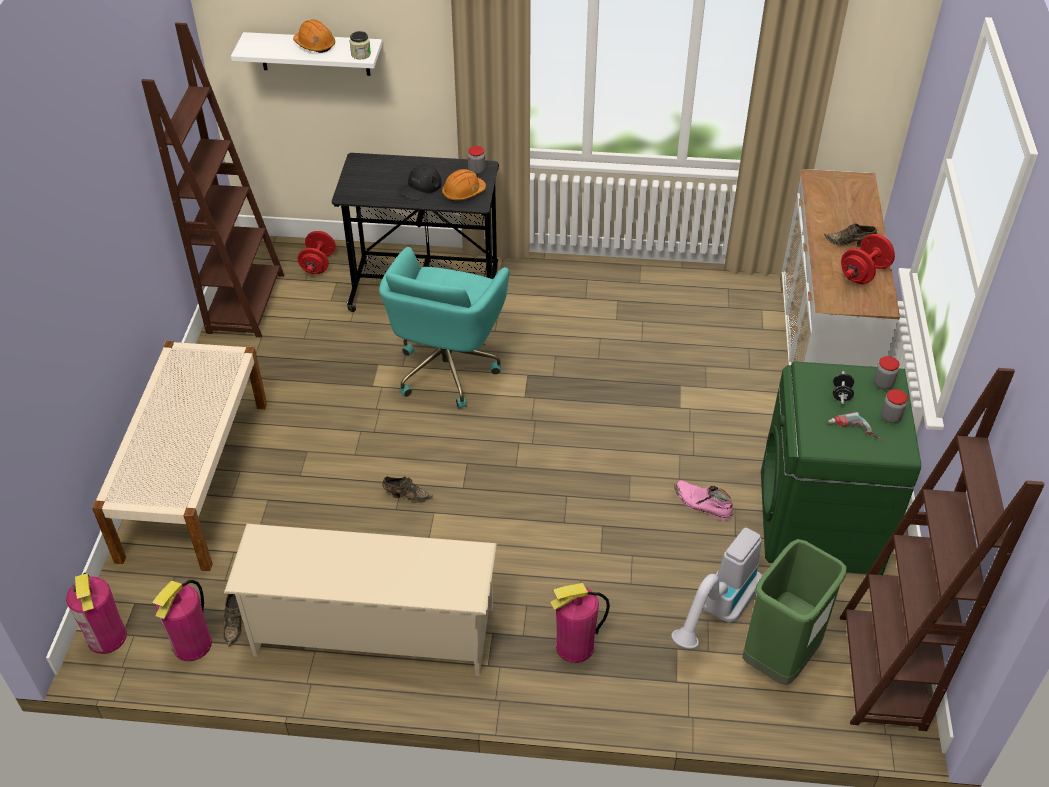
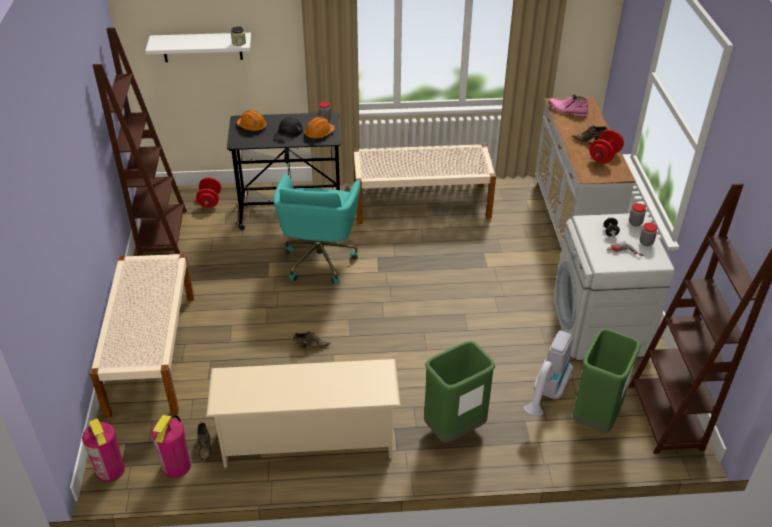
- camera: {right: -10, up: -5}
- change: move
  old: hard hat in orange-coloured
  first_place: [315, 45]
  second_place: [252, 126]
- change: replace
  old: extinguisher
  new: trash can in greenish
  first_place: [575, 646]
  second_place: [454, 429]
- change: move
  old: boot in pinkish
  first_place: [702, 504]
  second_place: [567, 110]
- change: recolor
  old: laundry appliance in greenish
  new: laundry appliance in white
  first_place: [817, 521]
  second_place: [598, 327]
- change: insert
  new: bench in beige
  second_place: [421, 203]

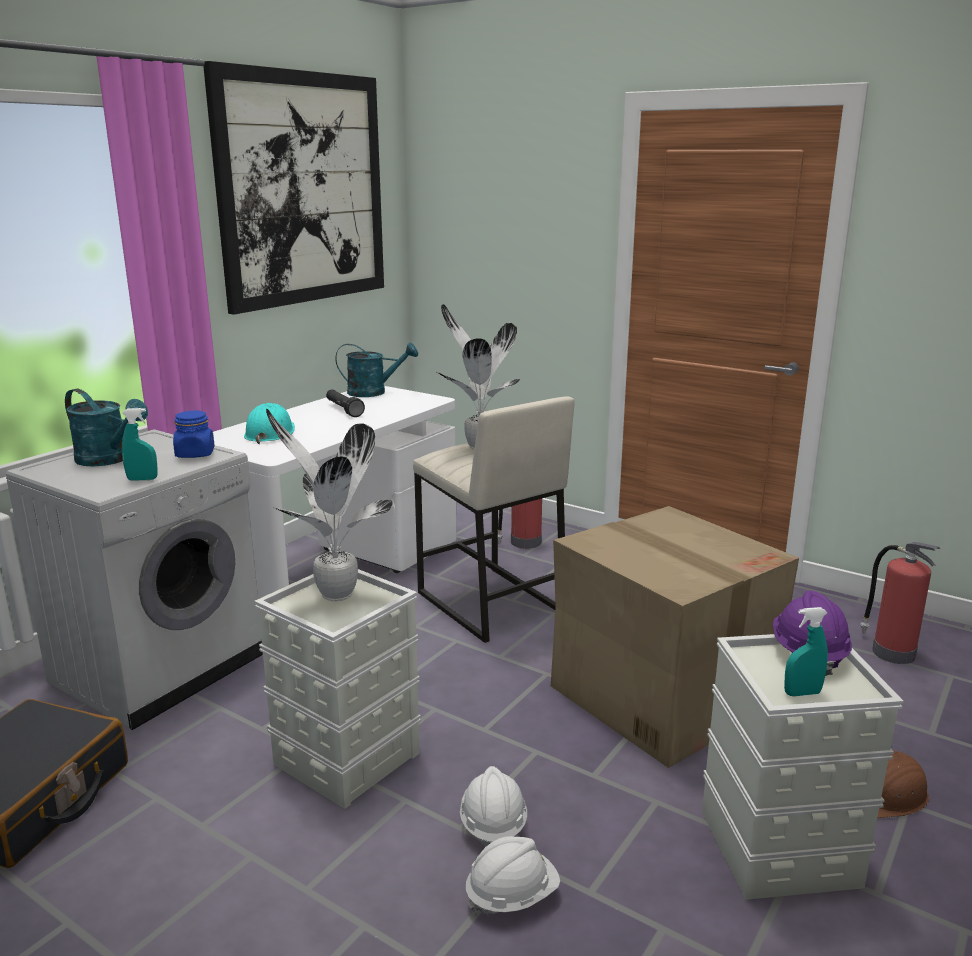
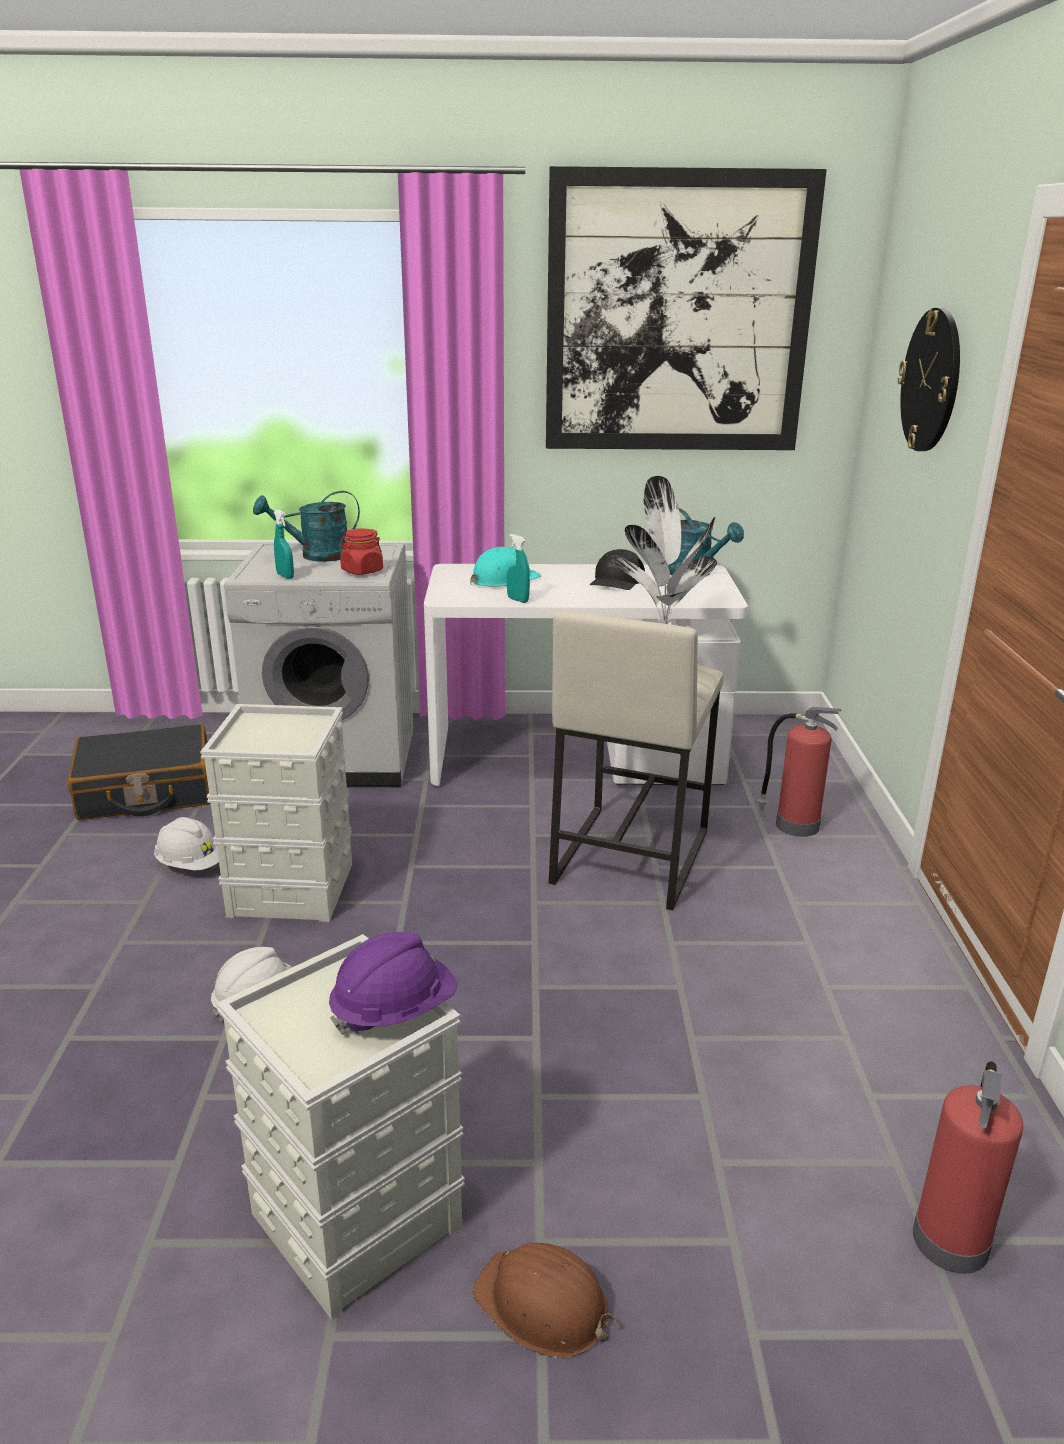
- camera: {right: 55, up: 5}
- change: rotate
  old: sprinkling can in blue-green
  first_place: [109, 460]
  second_place: [316, 556]
  degrees: 75
- change: recolor
  old: preserve jar in blue-coloured
  new: preserve jar in red-coloured
  first_place: [195, 454]
  second_place: [362, 571]
- change: delete
  old: plant in a pot
  first_place: [333, 594]
- change: replace
  old: torch in black
  new: baseball cap in black
  first_place: [343, 410]
  second_place: [617, 581]
- change: move
  old: hard hat in white
  first_place: [512, 895]
  second_place: [191, 865]
- change: delete
  old: cardboard box
  first_place: [661, 694]
- change: move
  old: sprayer in blue-green
  first_place: [802, 693]
  second_place: [518, 600]
- change: insert
  new: hanging clock
  second_place: [931, 381]

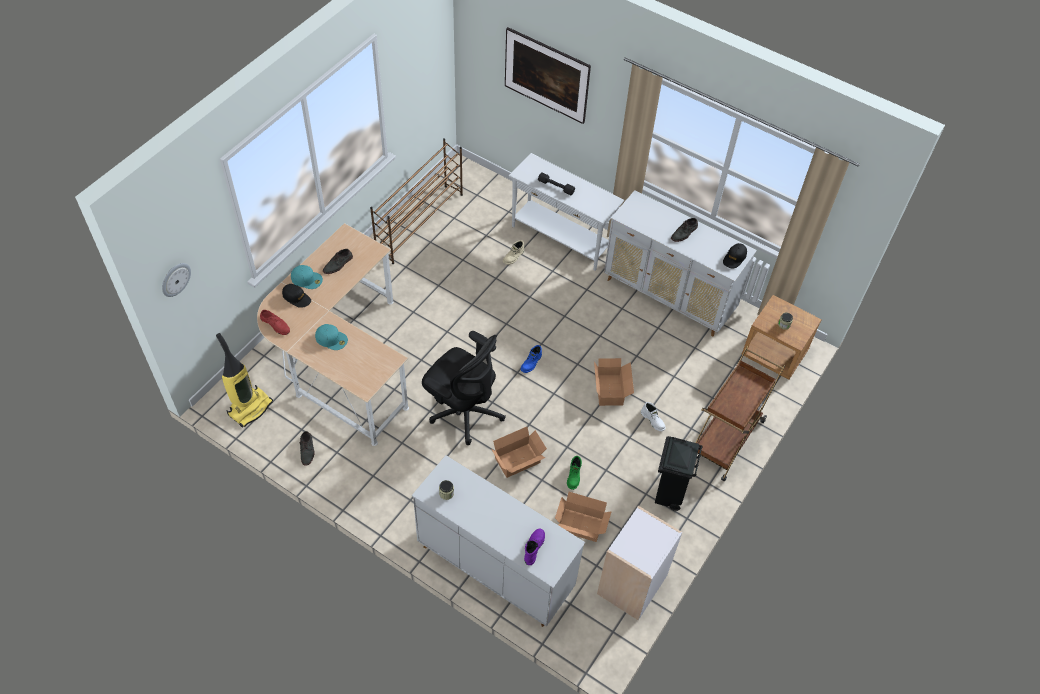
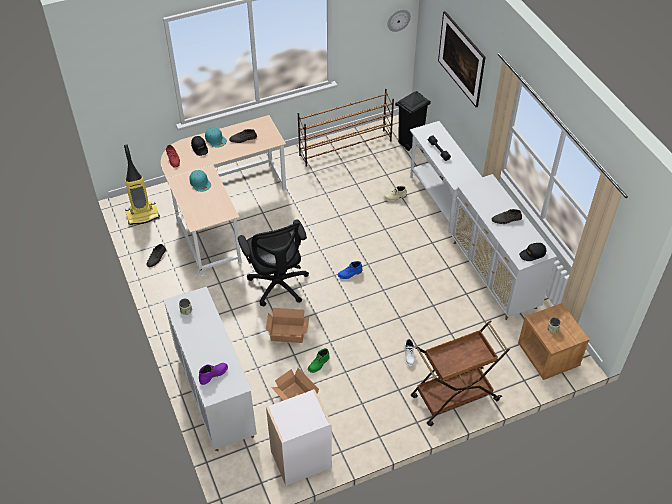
- camera: {right: 35, up: -5}
- change: move
  old: hanging clock
  first_place: [175, 279]
  second_place: [398, 20]
- change: delete
  old: cardboard box
  first_place: [611, 389]
- change: move
  old: trash can in black
  first_place: [668, 496]
  second_place: [409, 143]

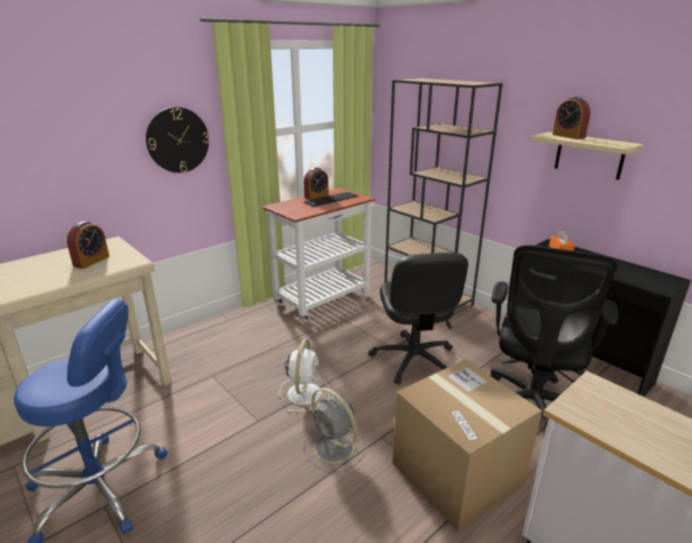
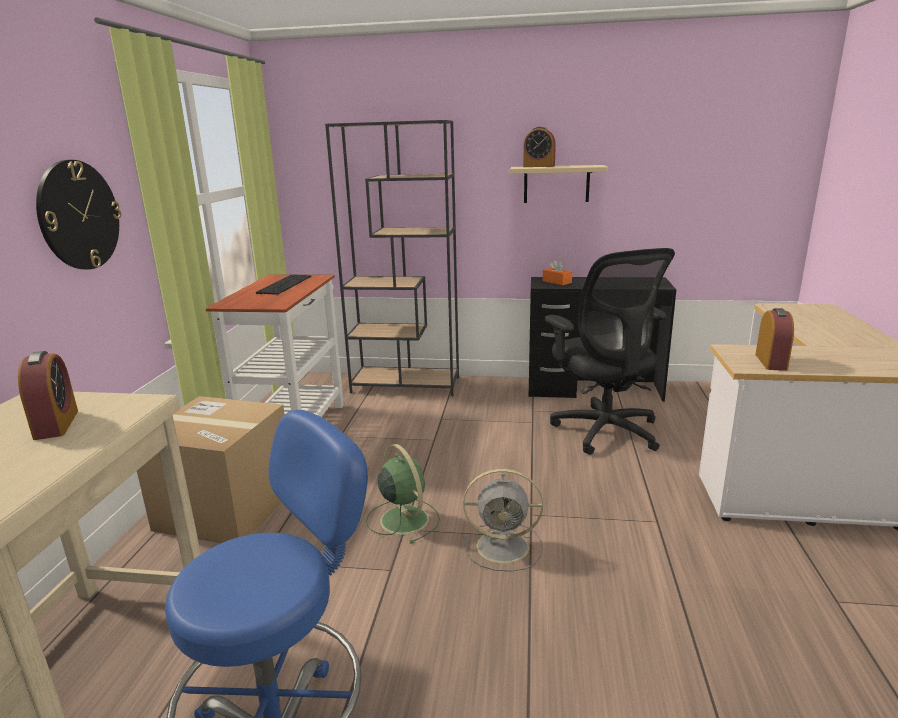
- camera: {right: -40, up: -5}
- change: recolor
  old: fan in white
  new: fan in greenish
  first_place: [304, 393]
  second_place: [403, 518]
- change: move
  old: bedside clock
  first_place: [316, 196]
  second_place: [771, 362]
- change: delete
  old: office chair in black
  first_place: [413, 359]
- change: move
  old: cardboard box
  first_place: [457, 473]
  second_place: [226, 509]

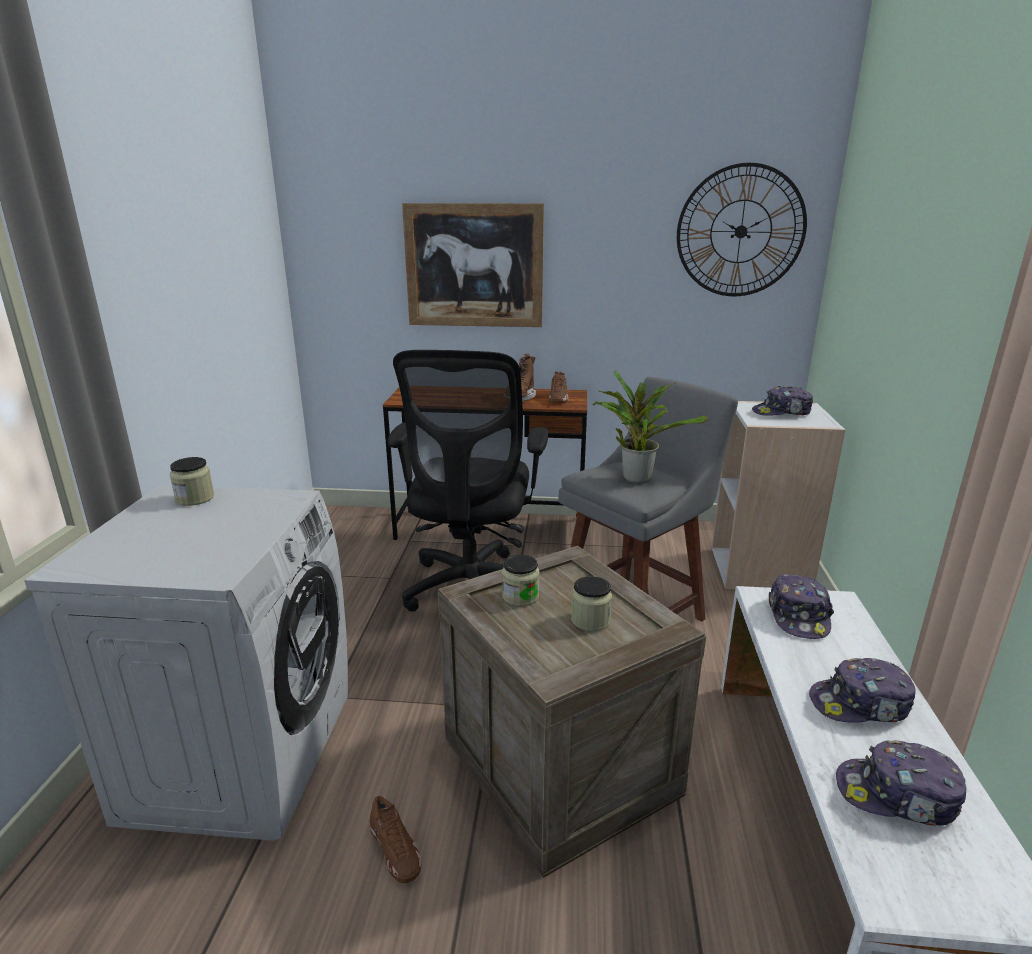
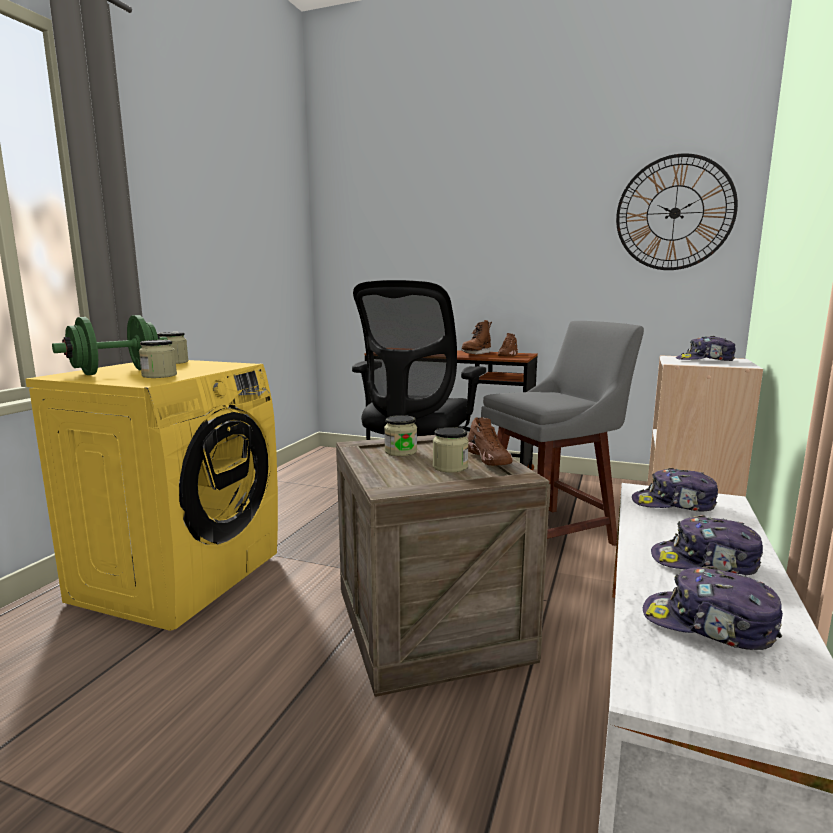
- camera: {right: 15, up: -10}
- change: recolor
  old: laundry appliance in white
  new: laundry appliance in yellowish
  first_place: [243, 758]
  second_place: [180, 580]
- change: move
  old: low shoe in brownish
  first_place: [396, 850]
  second_place: [489, 458]
- change: delete
  old: wall art
  first_place: [474, 266]
- change: delete
  old: plant in a pot
  first_place: [635, 477]
- change: rotate
  old: baseball cap
  first_place: [798, 616]
  second_place: [674, 504]
  degrees: 75
- change: insert
  new: dumbbell in greenish
  second_place: [116, 372]
- change: insert
  new: preserve jar
  second_place: [159, 375]

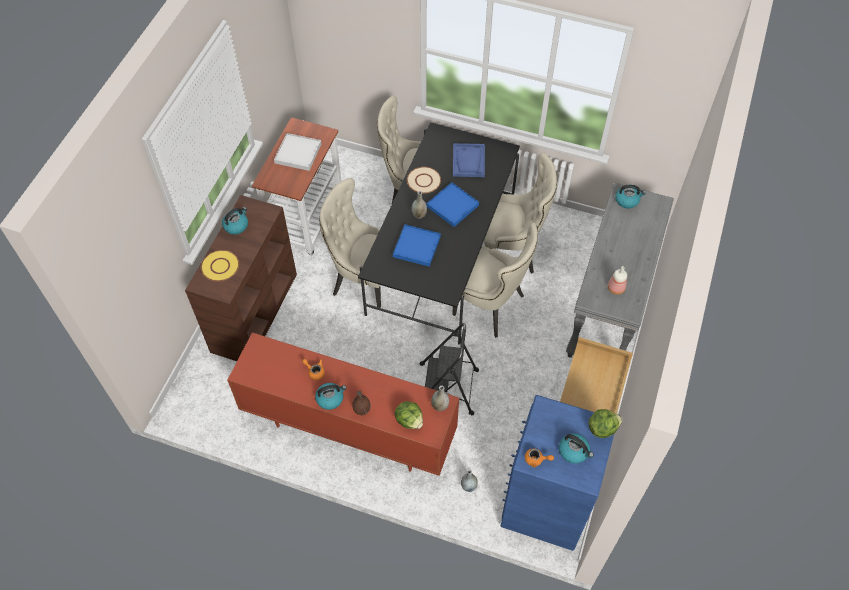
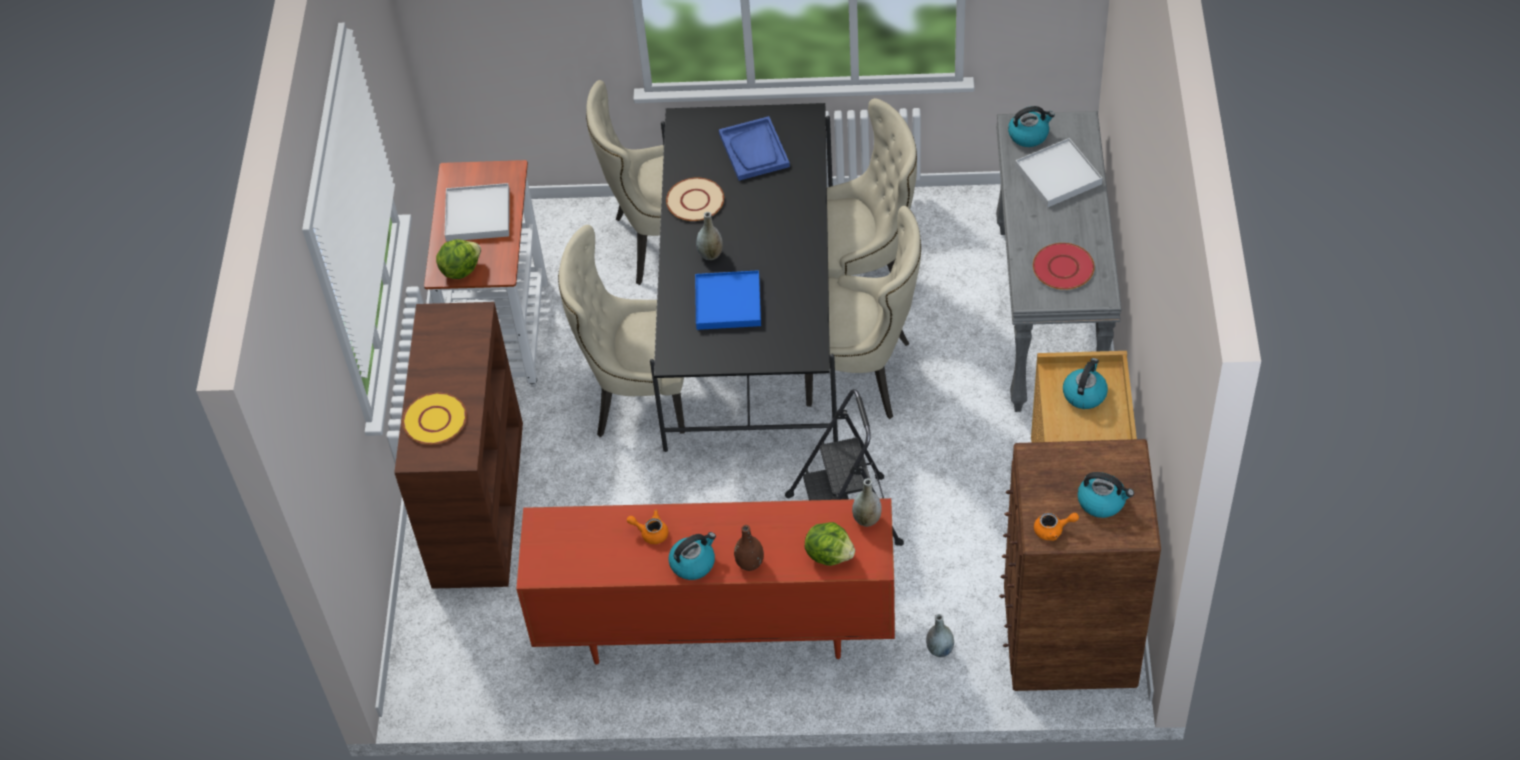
- camera: {right: -15, up: -5}
- change: move
  old: tea kettle
  first_place: [236, 225]
  second_place: [1084, 394]
- change: delete
  old: serving tray in blue-coloured
  first_place: [452, 206]
- change: recolor
  old: dresser in blue-coloured
  new: dresser in brownish
  first_place: [545, 504]
  second_place: [1069, 636]
- change: move
  old: head of lettuce
  first_place: [602, 428]
  second_place: [460, 269]
- change: replace
  old: drink bottle
  new: plate in red-coloured
  first_place: [615, 288]
  second_place: [1062, 268]
- change: insert
  new: serving tray in white
  second_place: [1058, 175]

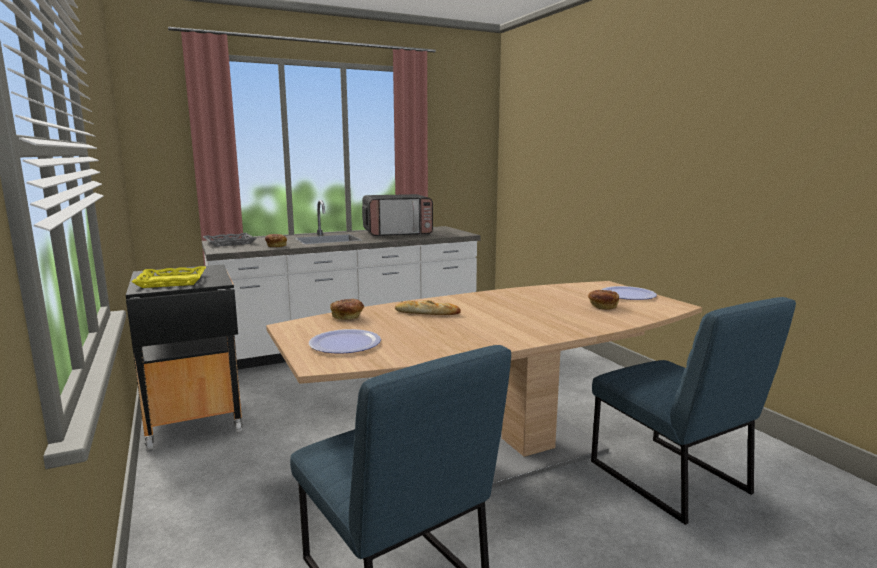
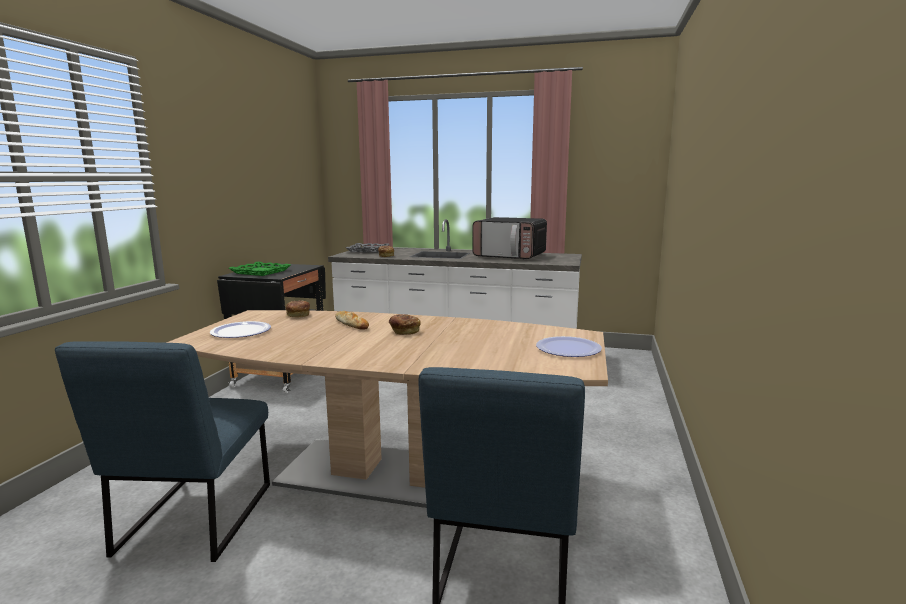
- camera: {right: 40, up: 0}
- change: recolor
  old: serving tray in yellowish
  new: serving tray in greenish
  first_place: [171, 281]
  second_place: [260, 272]
- change: move
  old: baked bread
  first_place: [603, 306]
  second_place: [404, 331]

